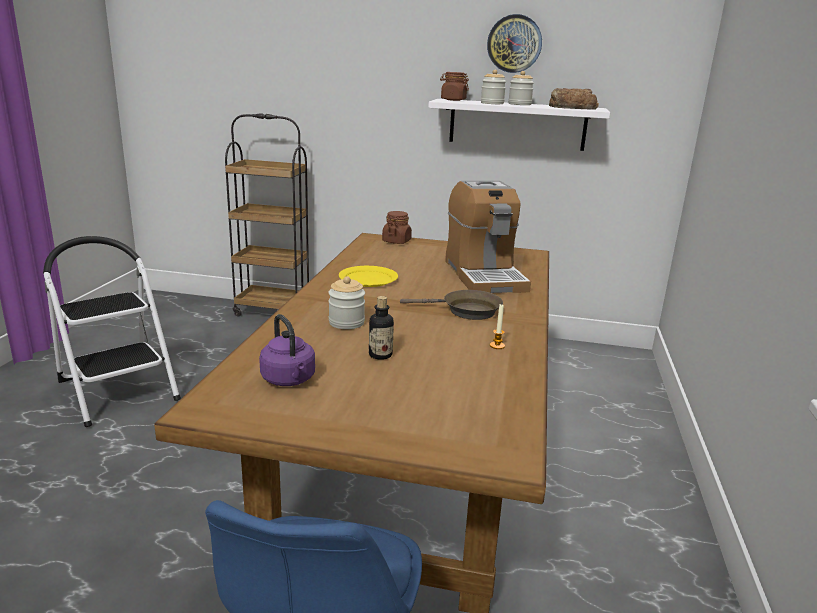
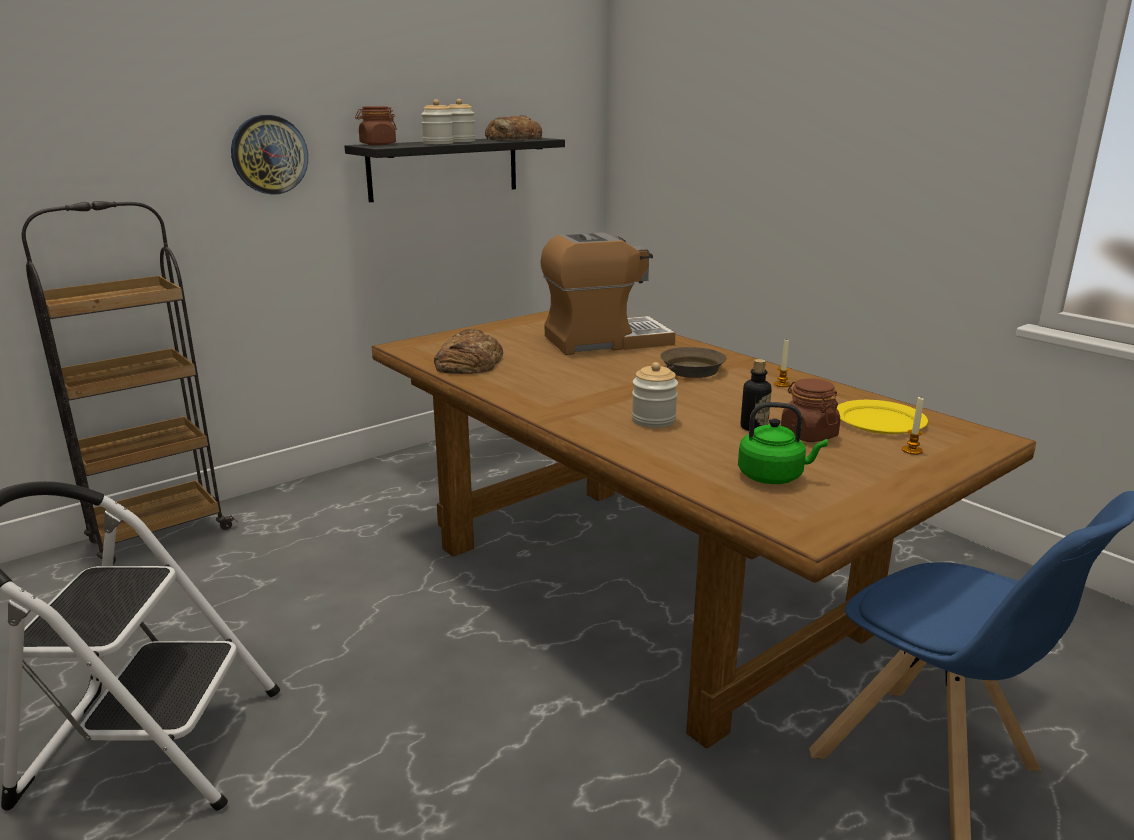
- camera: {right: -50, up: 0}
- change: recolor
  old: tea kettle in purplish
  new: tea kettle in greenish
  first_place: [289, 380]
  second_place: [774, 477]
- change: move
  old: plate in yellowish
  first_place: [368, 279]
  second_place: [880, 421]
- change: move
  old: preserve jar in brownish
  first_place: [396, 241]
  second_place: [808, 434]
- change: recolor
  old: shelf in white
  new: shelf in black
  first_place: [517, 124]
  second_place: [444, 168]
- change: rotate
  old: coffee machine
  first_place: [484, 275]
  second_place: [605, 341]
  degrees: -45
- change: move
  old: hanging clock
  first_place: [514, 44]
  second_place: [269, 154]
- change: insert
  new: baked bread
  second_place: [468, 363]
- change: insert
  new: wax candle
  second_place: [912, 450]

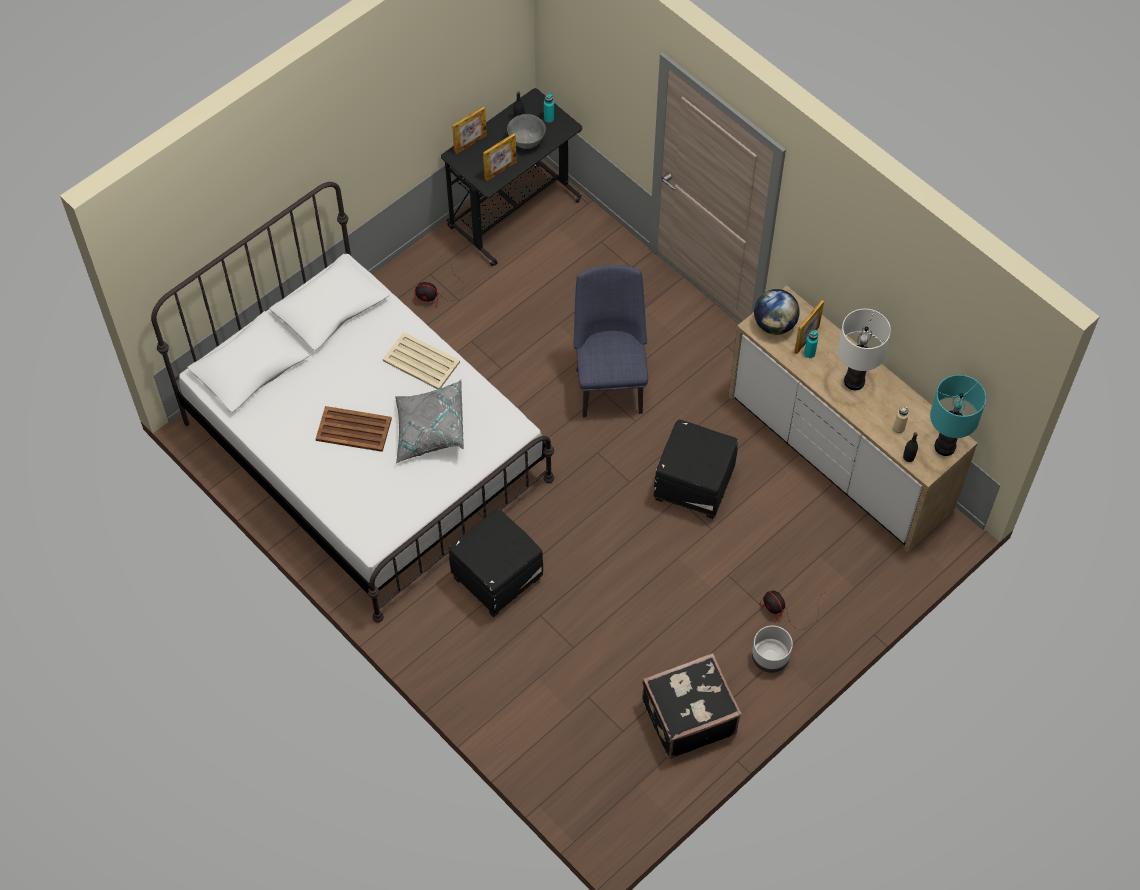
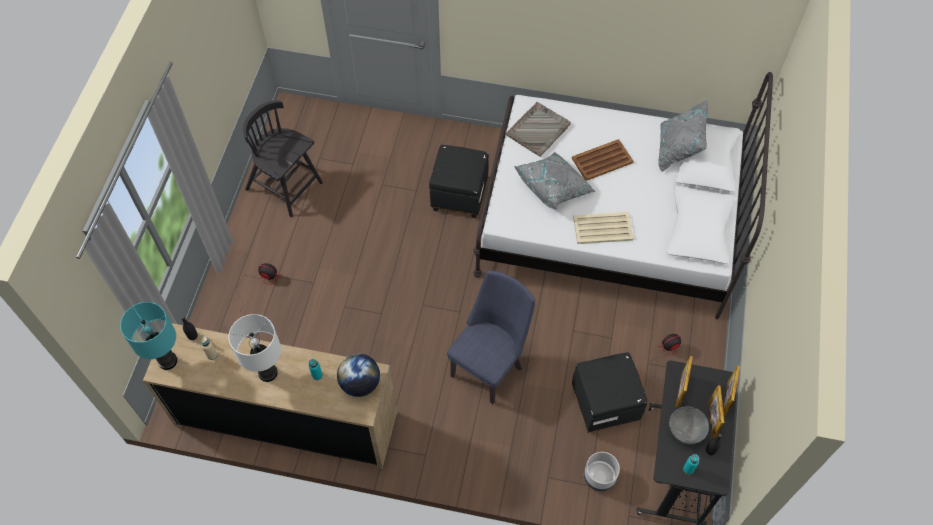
- camera: {right: 145, up: 0}
- change: rotate
  old: plain chair in blue-coloured
  first_place: [609, 384]
  second_place: [489, 366]
  degrees: -105
- change: replace
  old: suitcase in black
  new: plain chair in black
  first_place: [687, 716]
  second_place: [285, 187]
- change: move
  old: footrest in black
  first_place: [694, 486]
  second_place: [604, 405]
- change: move
  old: plant pot in greyish
  first_place: [769, 658]
  second_place: [599, 477]
- change: move
  old: standing frame
  first_place: [806, 339]
  second_place: [711, 420]
- change: insert
  new: serving tray in greyish
  second_place: [538, 129]
- change: insert
  new: cushion in greyish
  second_place: [678, 150]

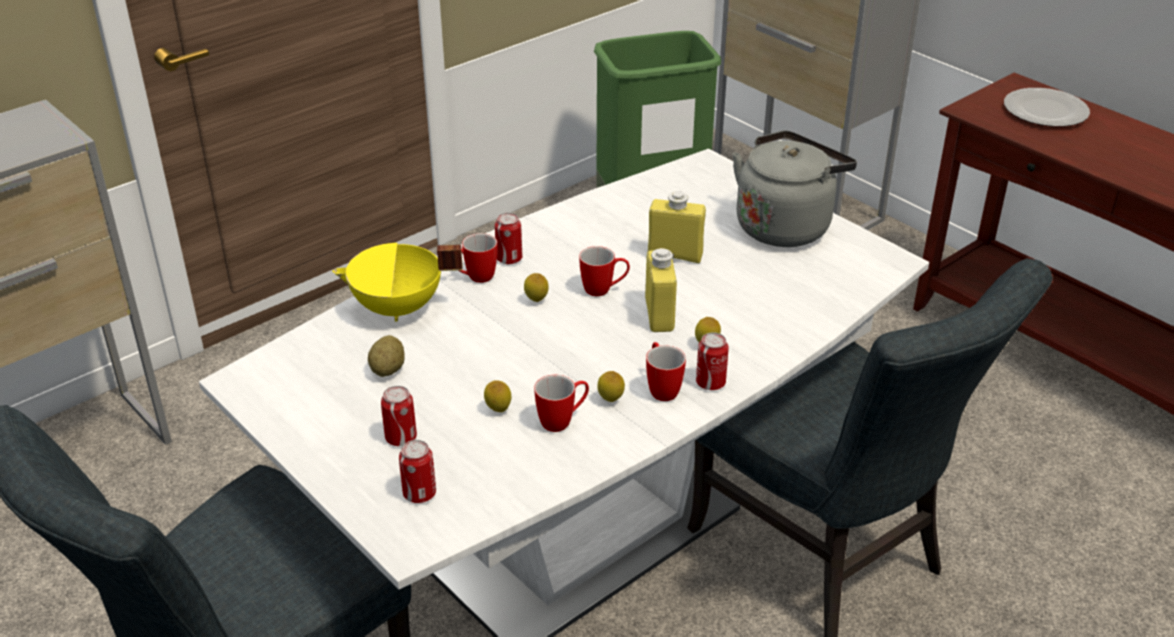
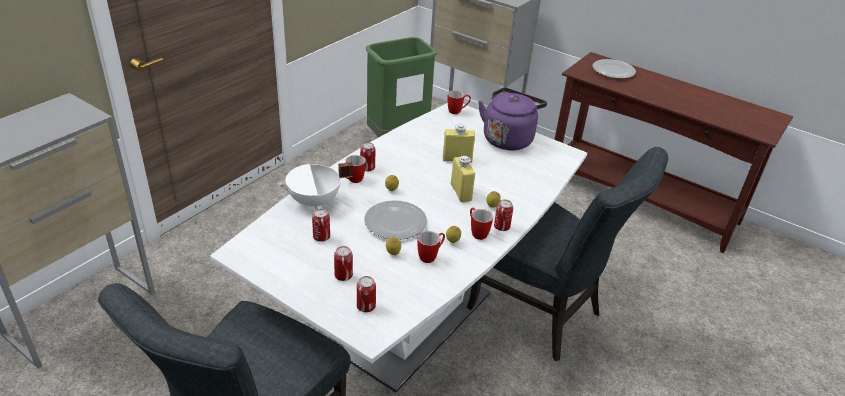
- camera: {right: -15, up: 0}
- change: recolor
  old: stockpot in yellowish
  new: stockpot in white
  first_place: [398, 309]
  second_place: [314, 202]
- change: replace
  old: whole potato
  new: metal can
  first_place: [388, 369]
  second_place: [321, 237]
- change: move
  old: mug
  first_place: [604, 290]
  second_place: [457, 111]
- change: recolor
  old: tea kettle in greyish
  new: tea kettle in purplish
  first_place: [785, 225]
  second_place: [508, 138]
- change: insert
  new: plate
  second_place: [396, 222]

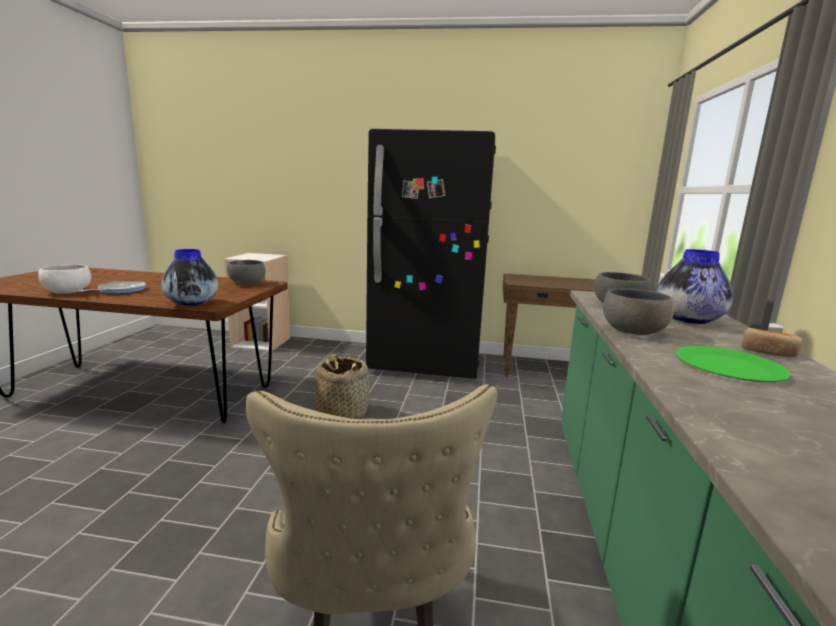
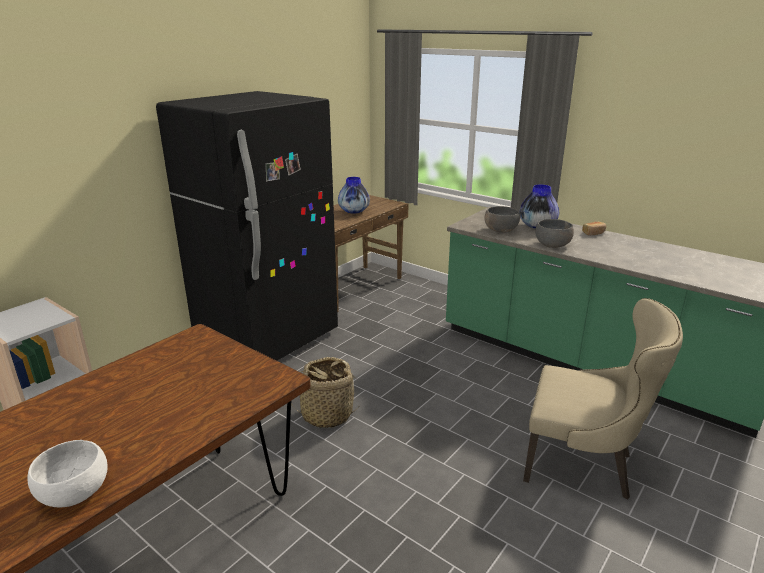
- camera: {right: -60, up: 10}
- change: delete
  old: frying pan
  first_place: [119, 291]
- change: move
  old: decorative vase
  first_place: [192, 304]
  second_place: [354, 211]
- change: delete
  old: bowl in greyish
  first_place: [247, 283]
- change: delete
  old: plate in greenish
  first_place: [728, 366]

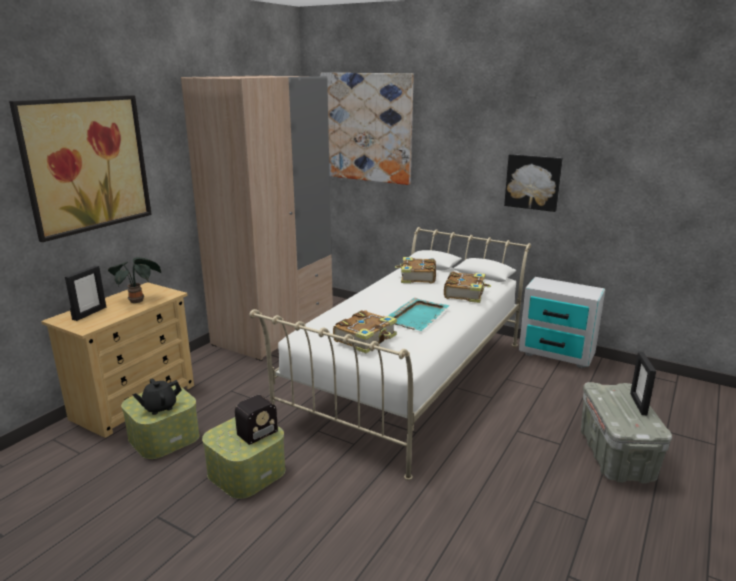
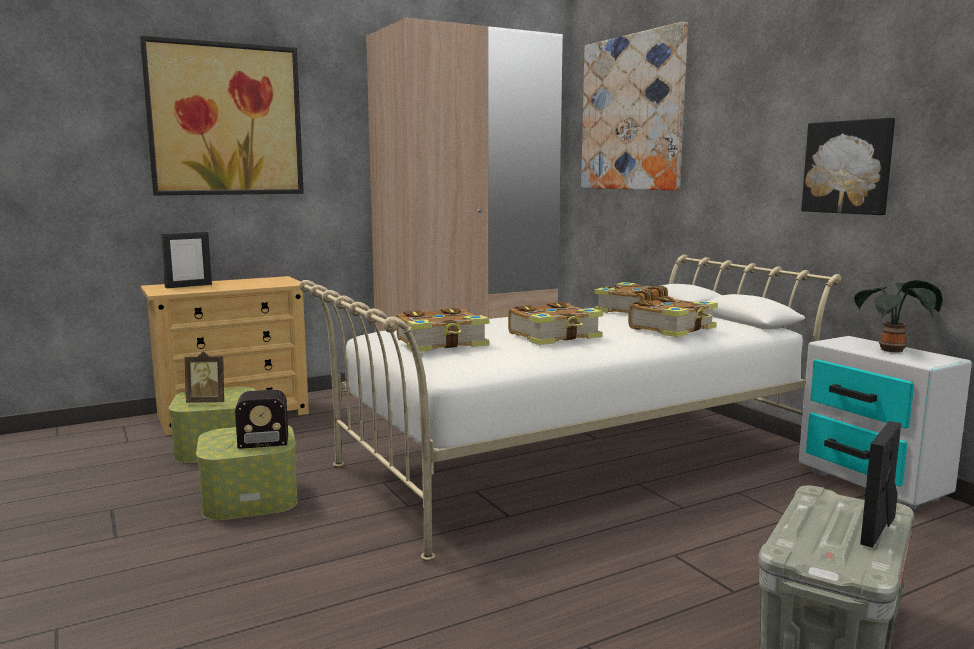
- camera: {right: 30, up: -10}
- change: move
  old: plant in a pot
  first_place: [138, 301]
  second_place: [894, 351]
- change: replace
  old: tea pot in black
  new: standing frame
  first_place: [159, 407]
  second_place: [207, 402]
- change: replace
  old: serving tray in blue-green
  new: volume
  first_place: [417, 316]
  second_place: [555, 337]

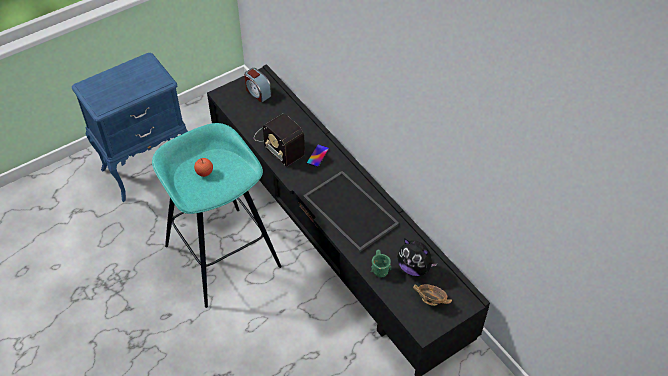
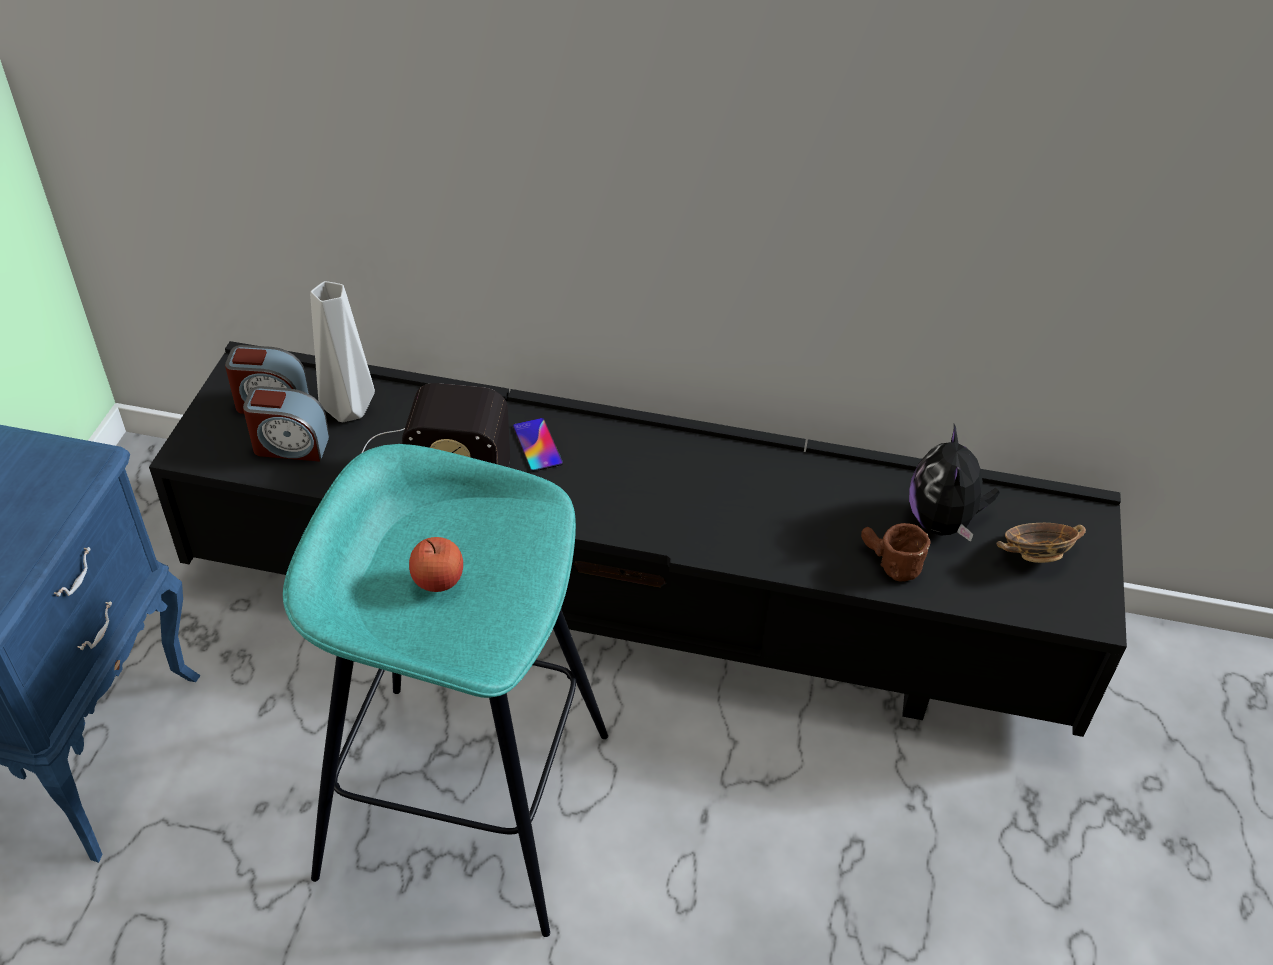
- camera: {right: -45, up: -5}
- change: delete
  old: serving tray
  first_place: [348, 211]
- change: recolor
  old: mug in greenish
  new: mug in brownish
  first_place: [378, 267]
  second_place: [887, 564]
- change: rotate
  old: cuddly toy
  first_place: [414, 268]
  second_place: [942, 522]
  degrees: 105
- change: insert
  new: bedside clock
  second_place: [290, 445]
- change: insert
  new: decorative vase in greyish
  second_place: [345, 411]

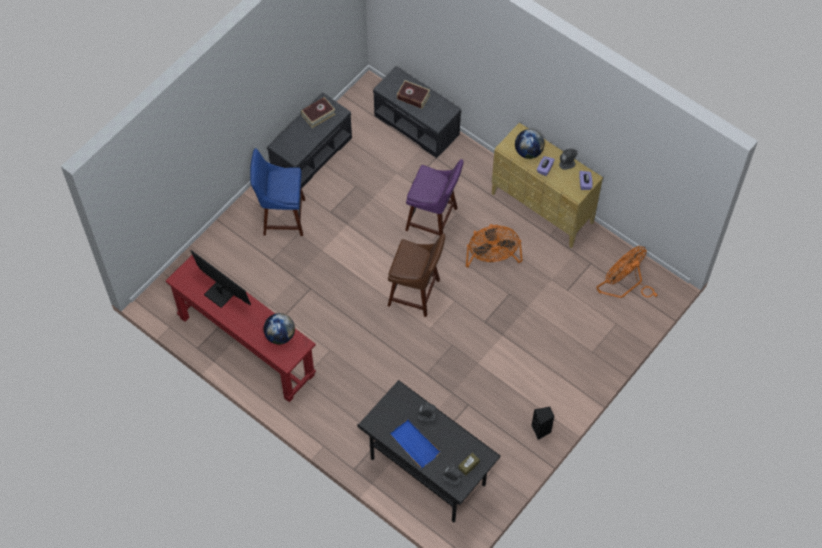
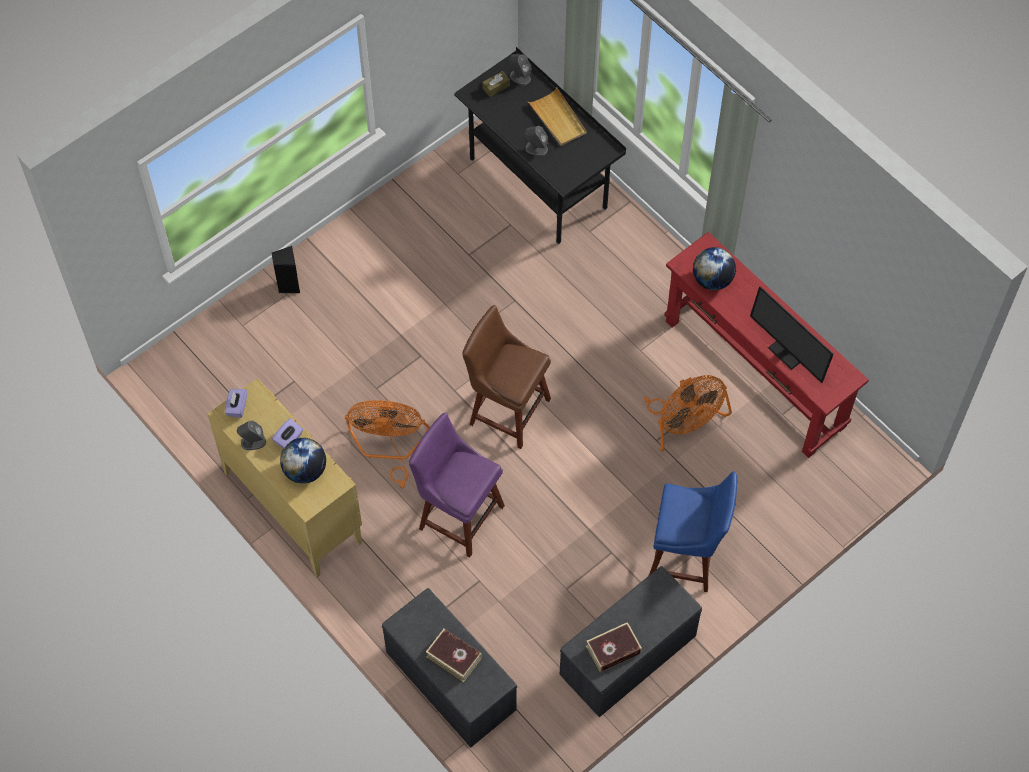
- camera: {right: -170, up: 0}
- change: recolor
  old: serving tray in blue-coloured
  new: serving tray in beige
  first_place: [414, 444]
  second_place: [558, 119]
- change: move
  old: loudspeaker in black
  first_place: [541, 430]
  second_place: [288, 285]
- change: move
  old: fan in orange-coloured
  first_place: [627, 283]
  second_place: [682, 422]

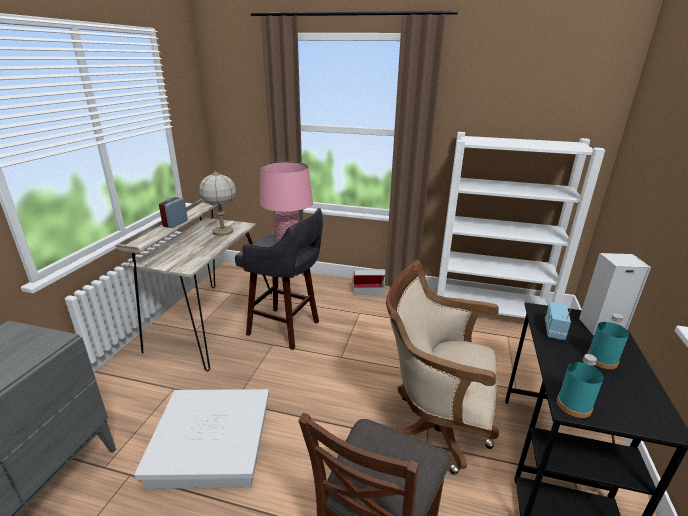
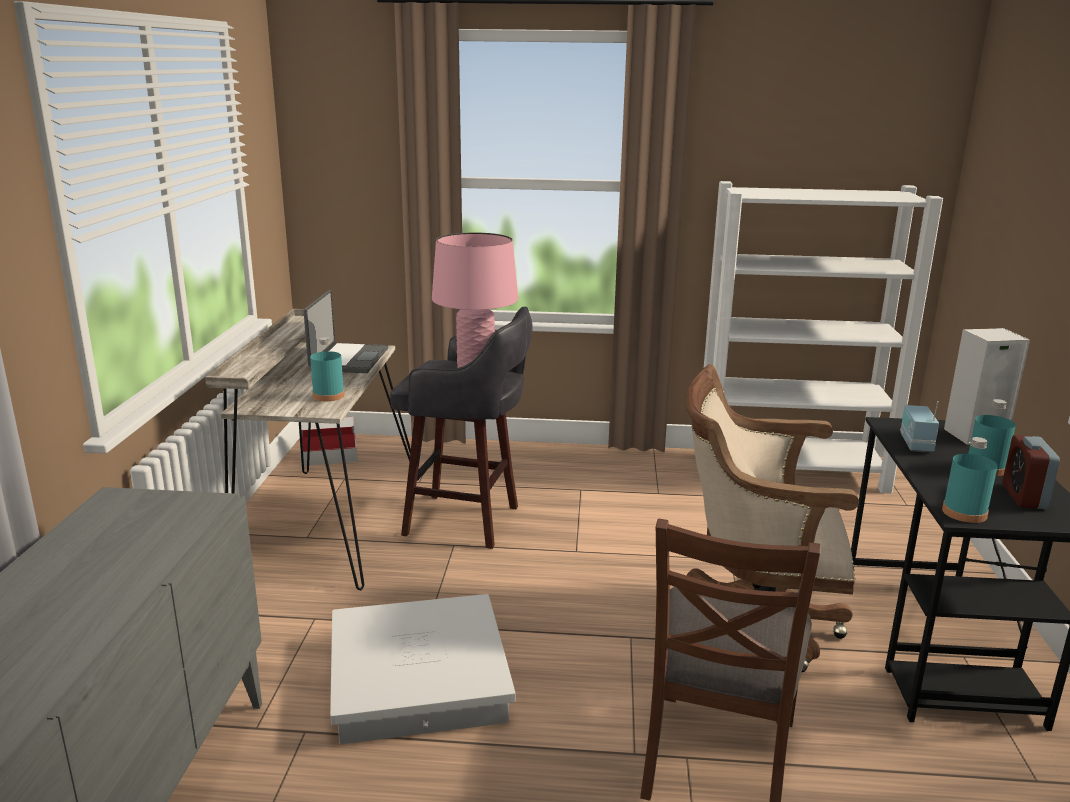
- camera: {right: -10, up: -5}
- change: move
  old: bedside clock
  first_place: [175, 224]
  second_place: [1024, 497]
- change: replace
  old: tabletop lamp
  new: portable computer
  first_place: [223, 231]
  second_place: [347, 360]
- change: move
  old: cardboard box
  first_place: [368, 289]
  second_place: [329, 456]
- change: insert
  new: drink bottle in blue-green
  second_place: [328, 395]

